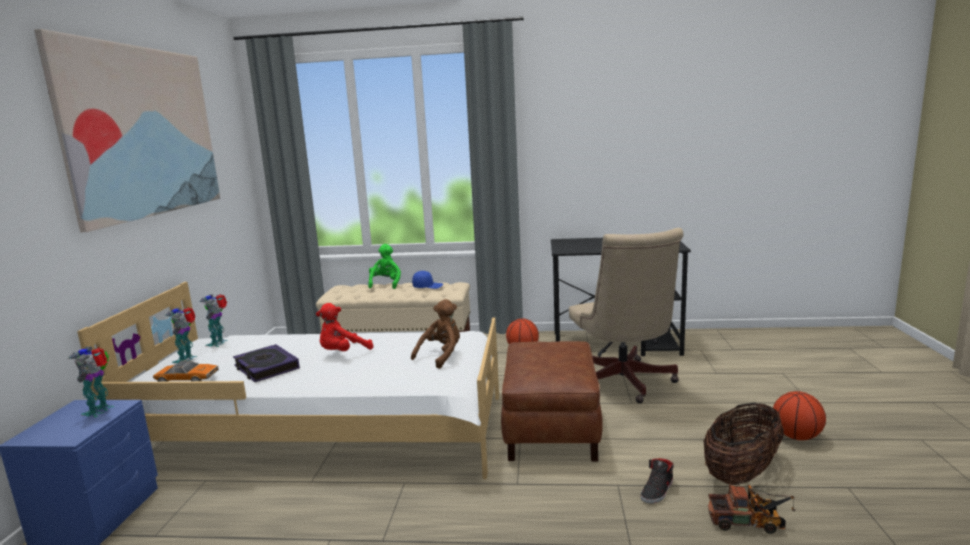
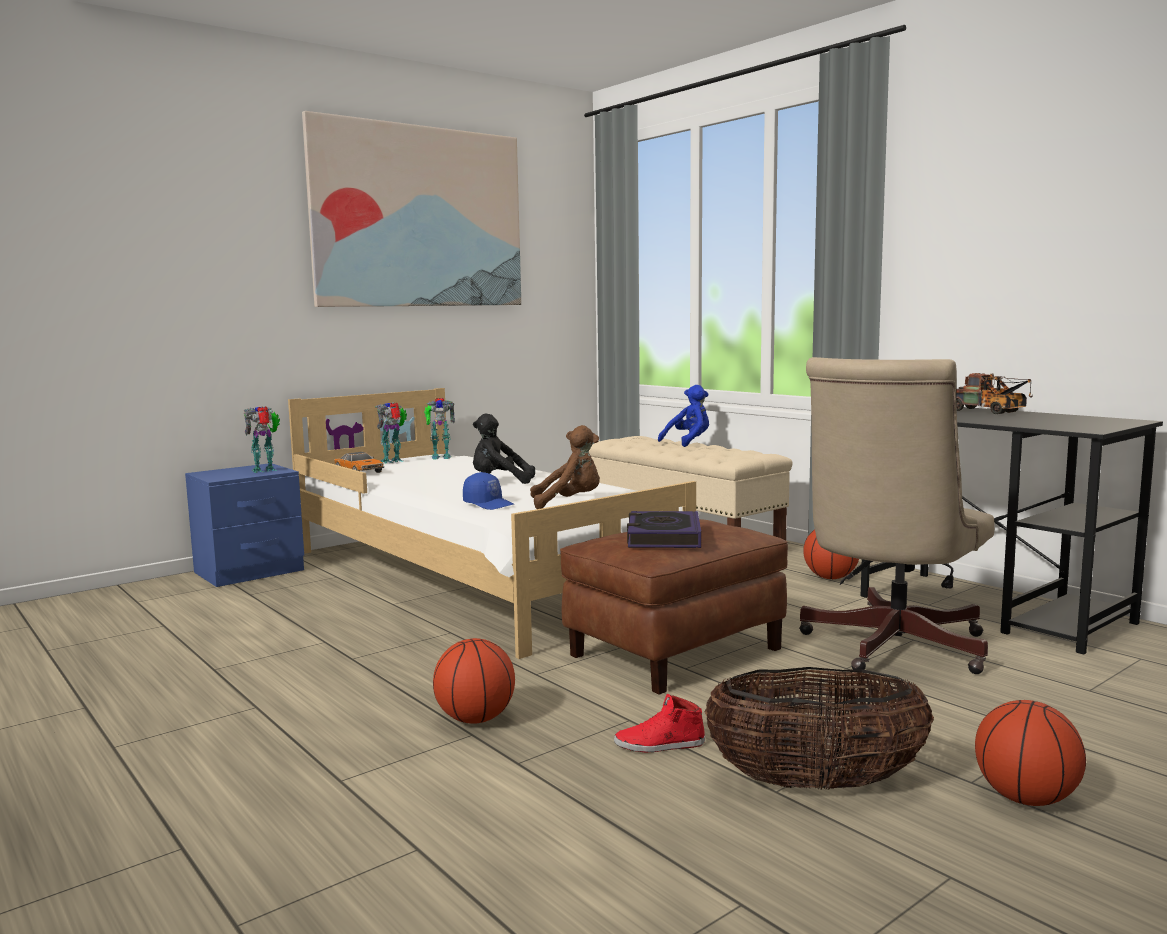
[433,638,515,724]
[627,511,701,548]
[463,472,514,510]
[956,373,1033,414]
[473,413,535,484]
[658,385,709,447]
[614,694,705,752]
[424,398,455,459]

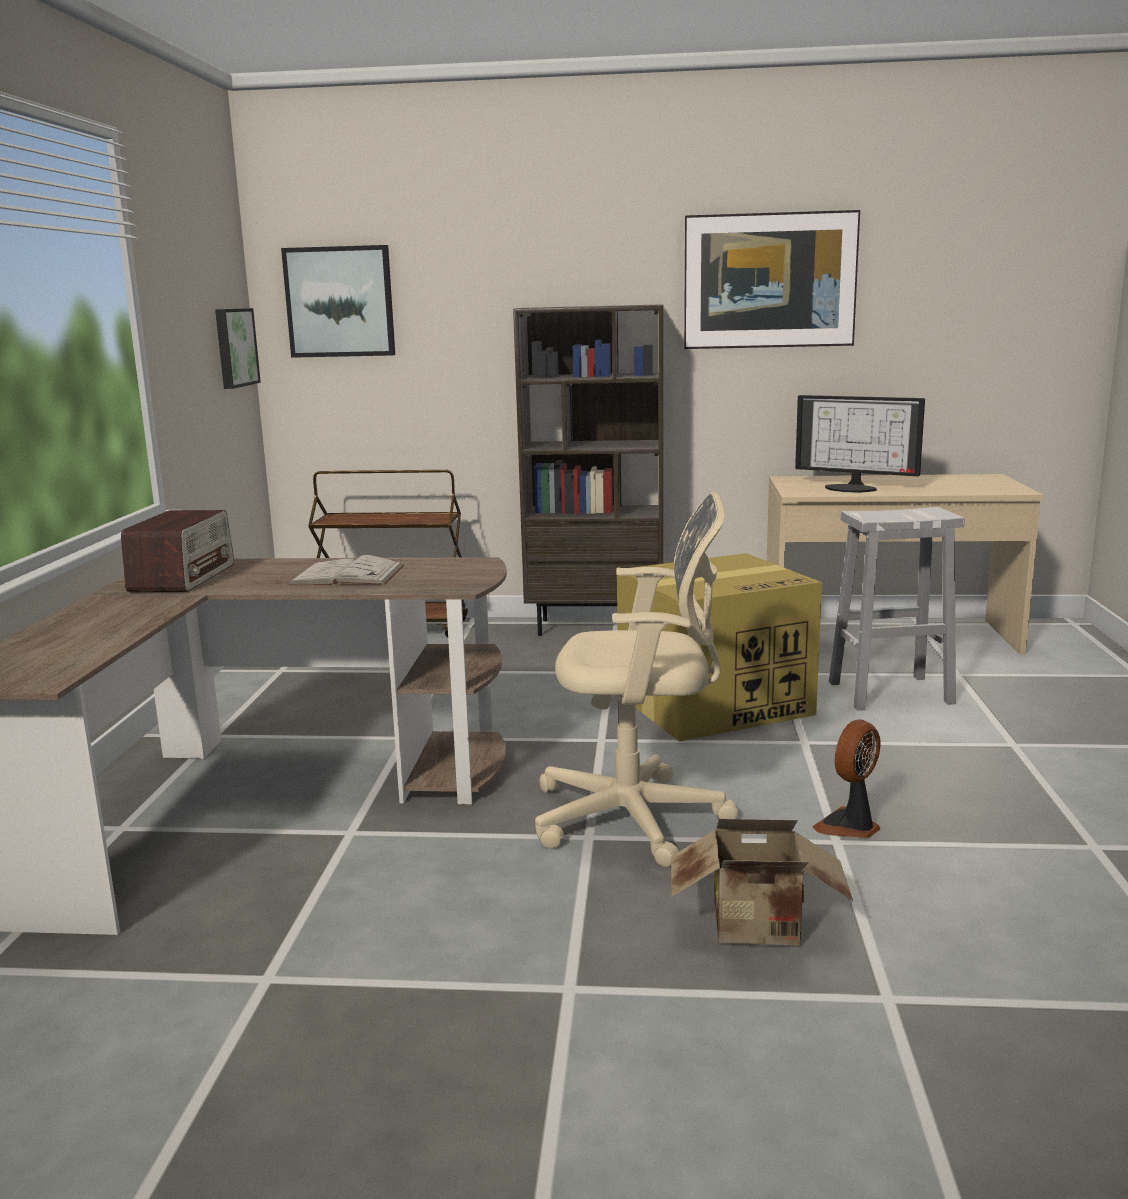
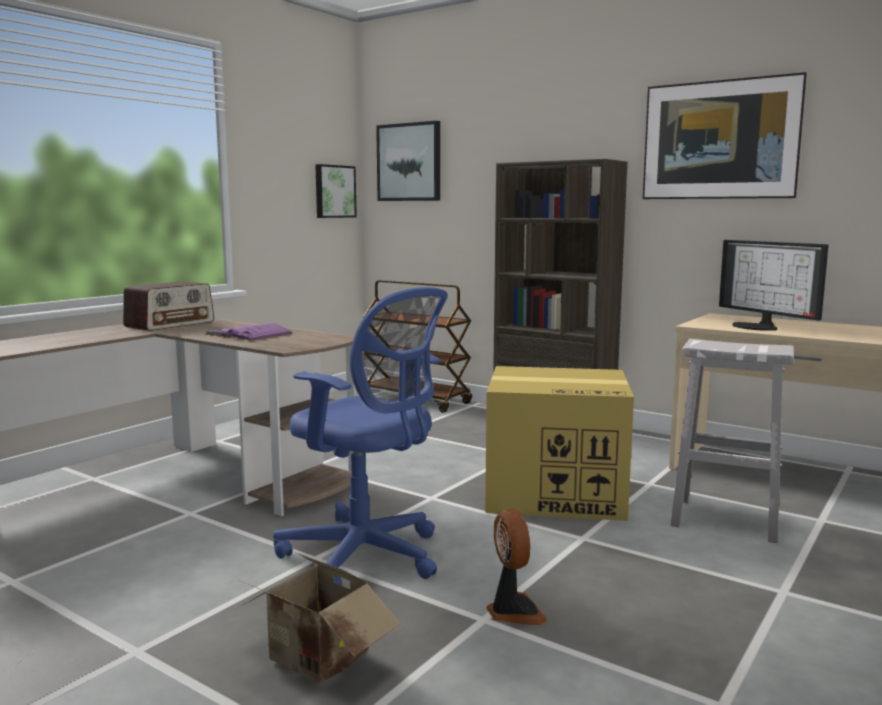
[205,323,293,341]
[273,287,448,586]
[486,509,548,625]

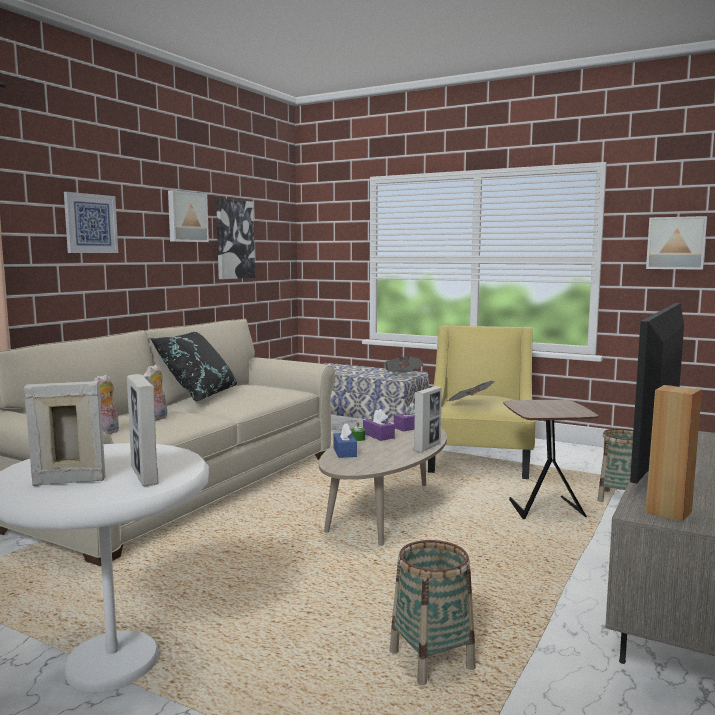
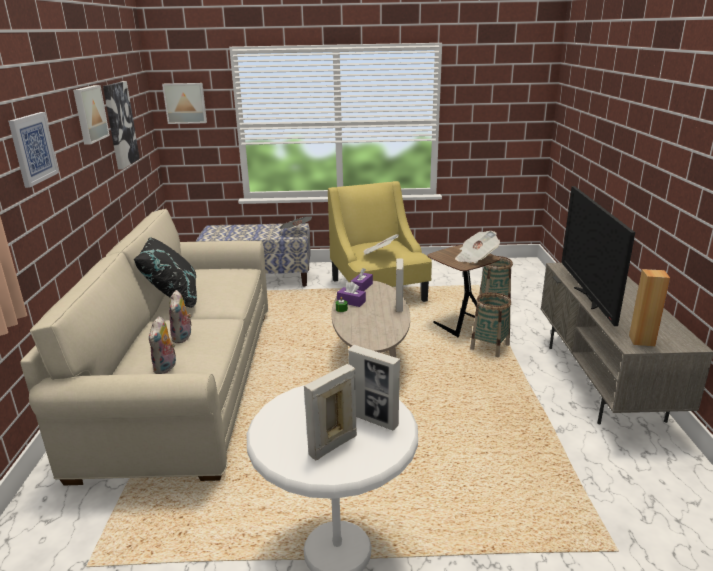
[333,423,357,458] (first image)
[455,231,500,263]
[470,292,511,357]
[162,83,207,124]

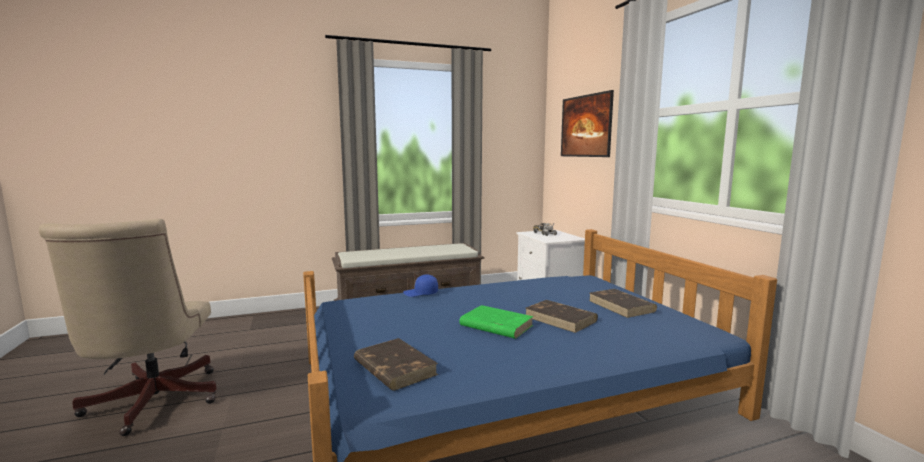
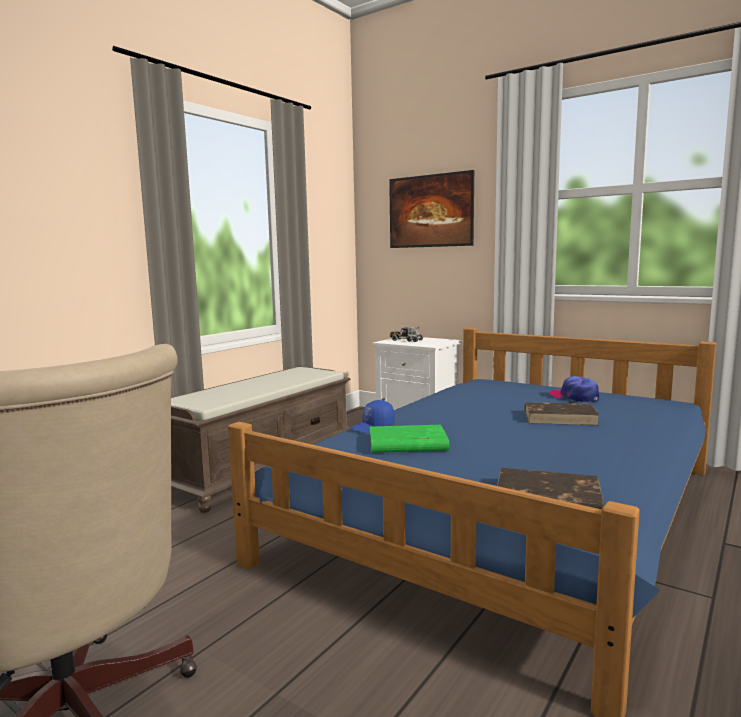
[370,425,449,453]
[550,376,599,402]

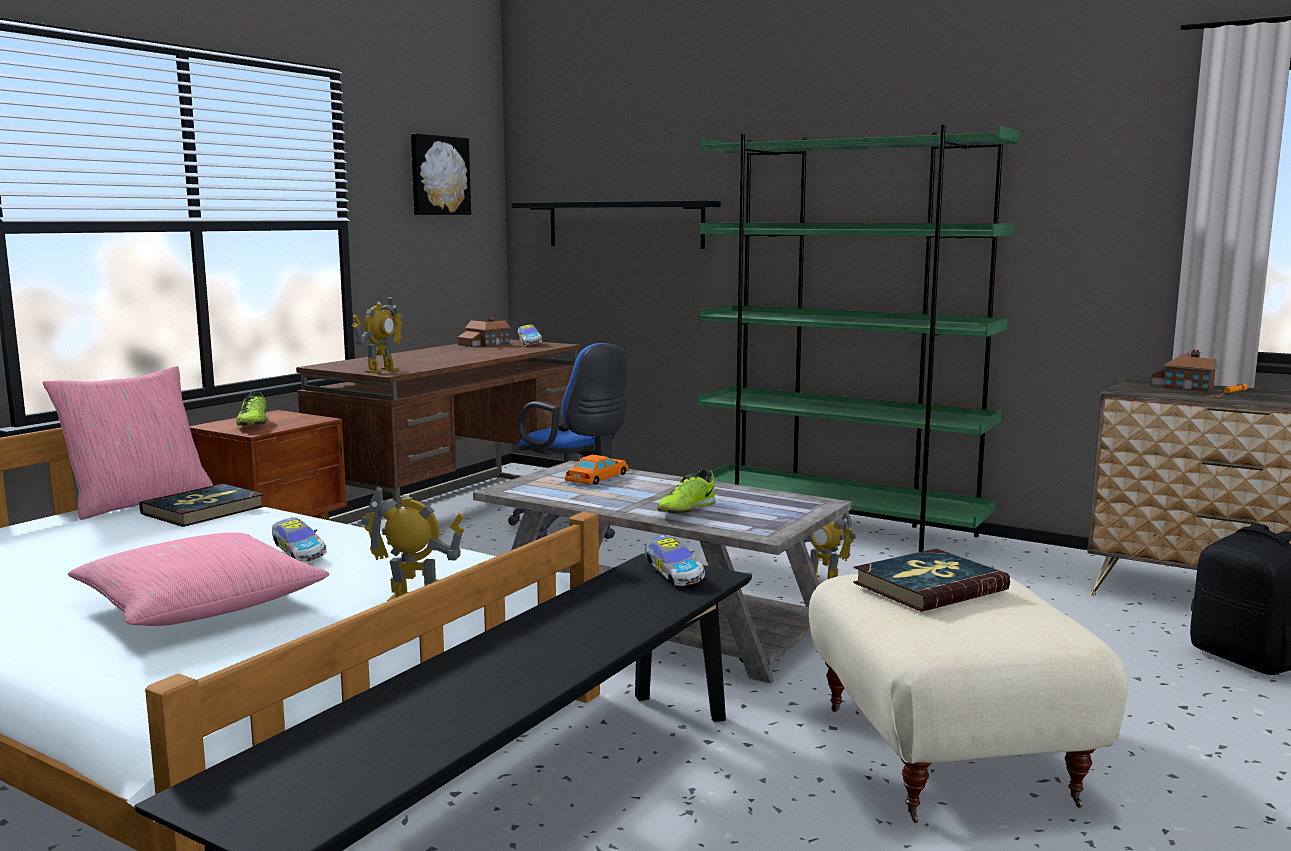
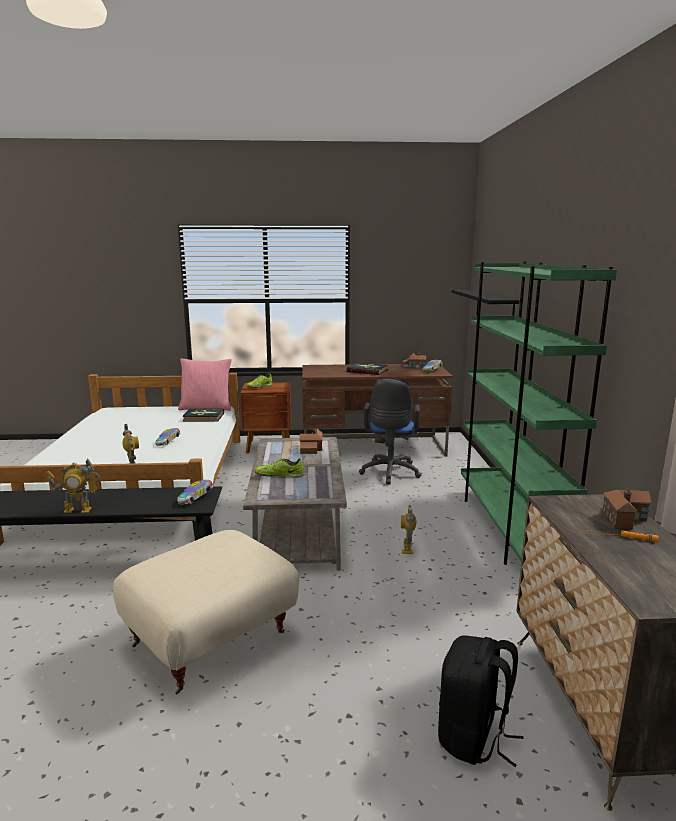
[68,533,329,626] (first image)
[411,133,471,215] (first image)
[46,459,100,513]
[347,362,388,375]
[300,428,323,454]

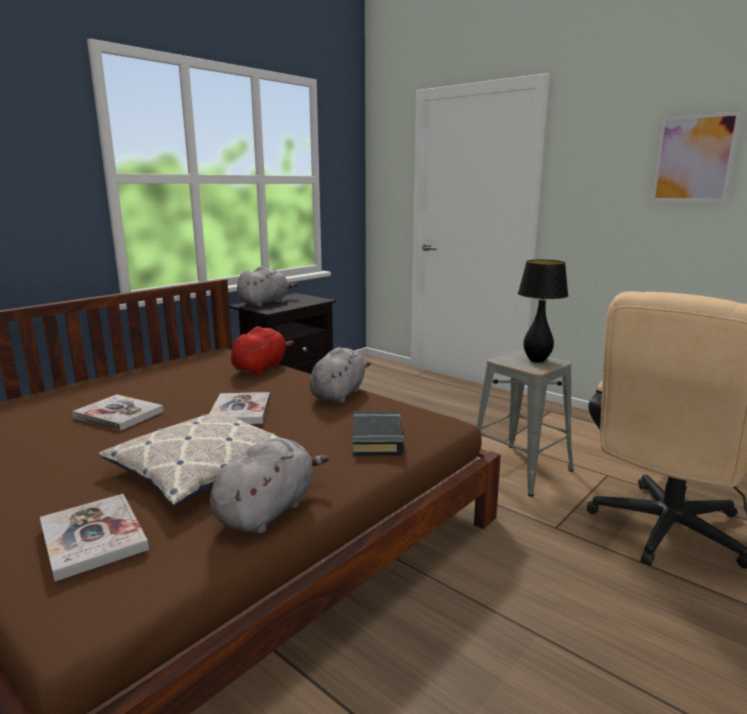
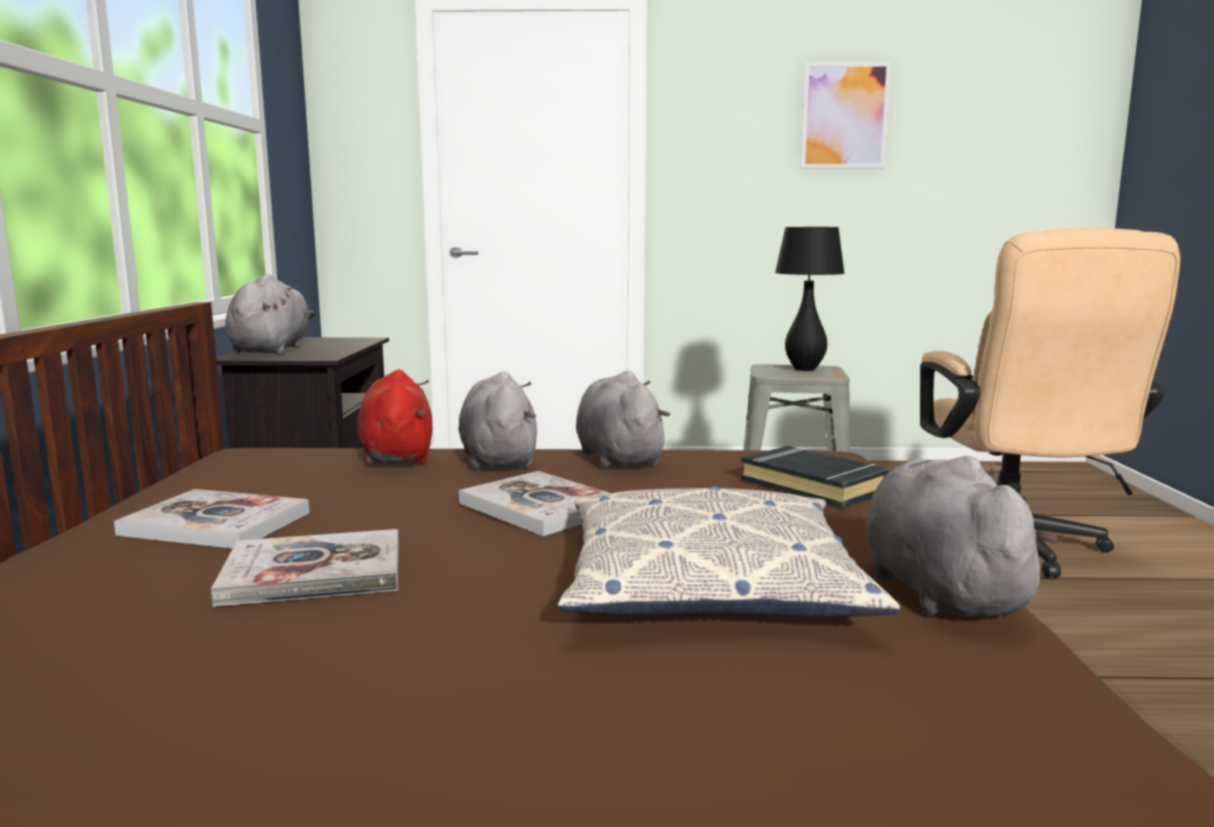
[459,371,537,469]
[114,489,310,549]

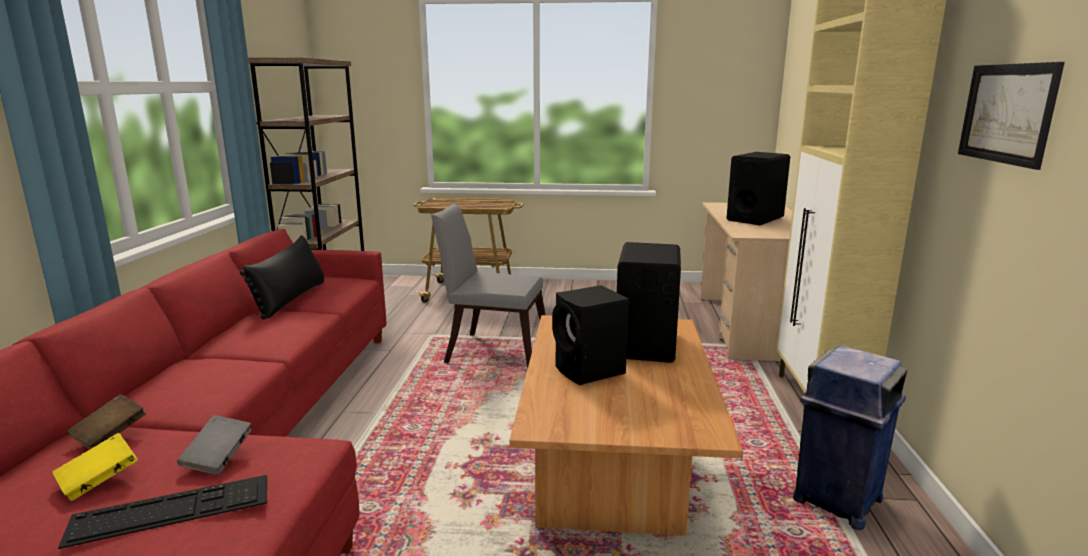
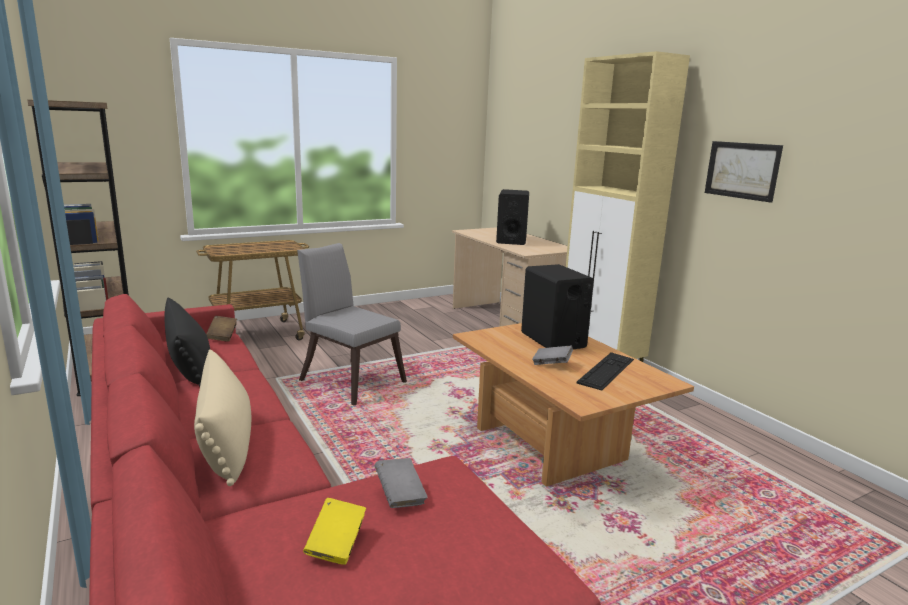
[793,345,907,530] (first image)
[194,349,251,486]
[577,352,634,390]
[206,316,237,342]
[532,345,573,365]
[297,243,407,406]

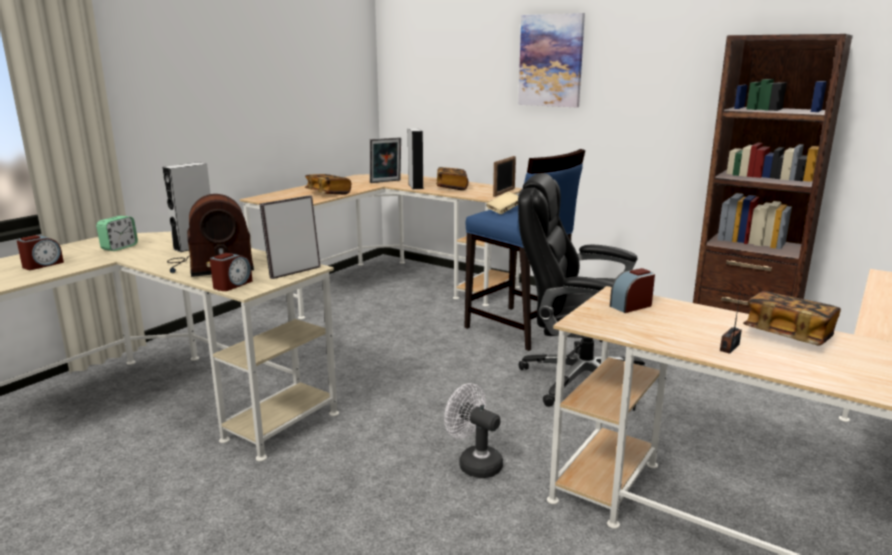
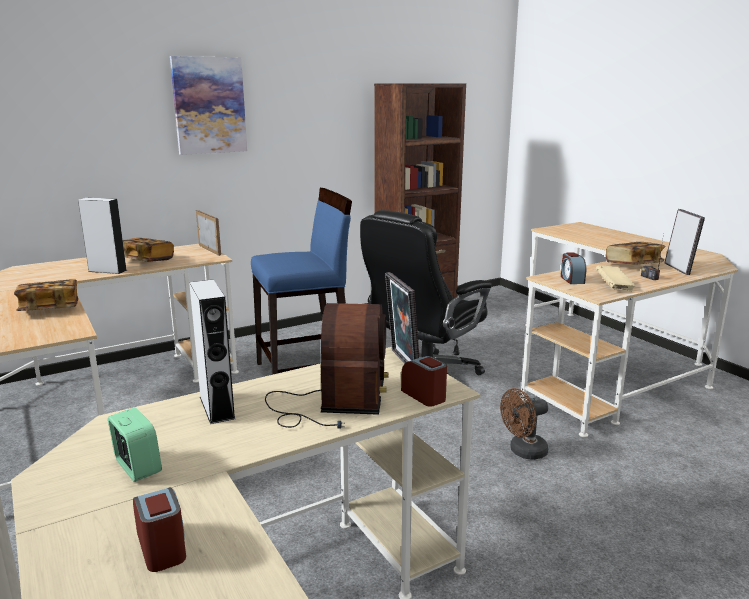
[665,209,705,275]
[596,265,635,291]
[500,388,548,460]

